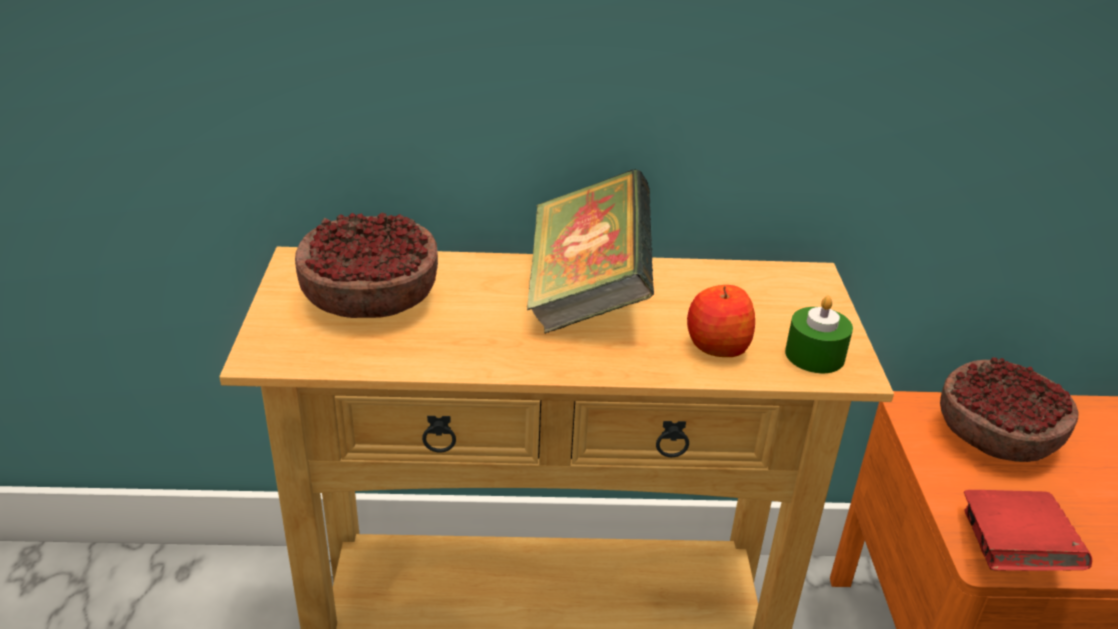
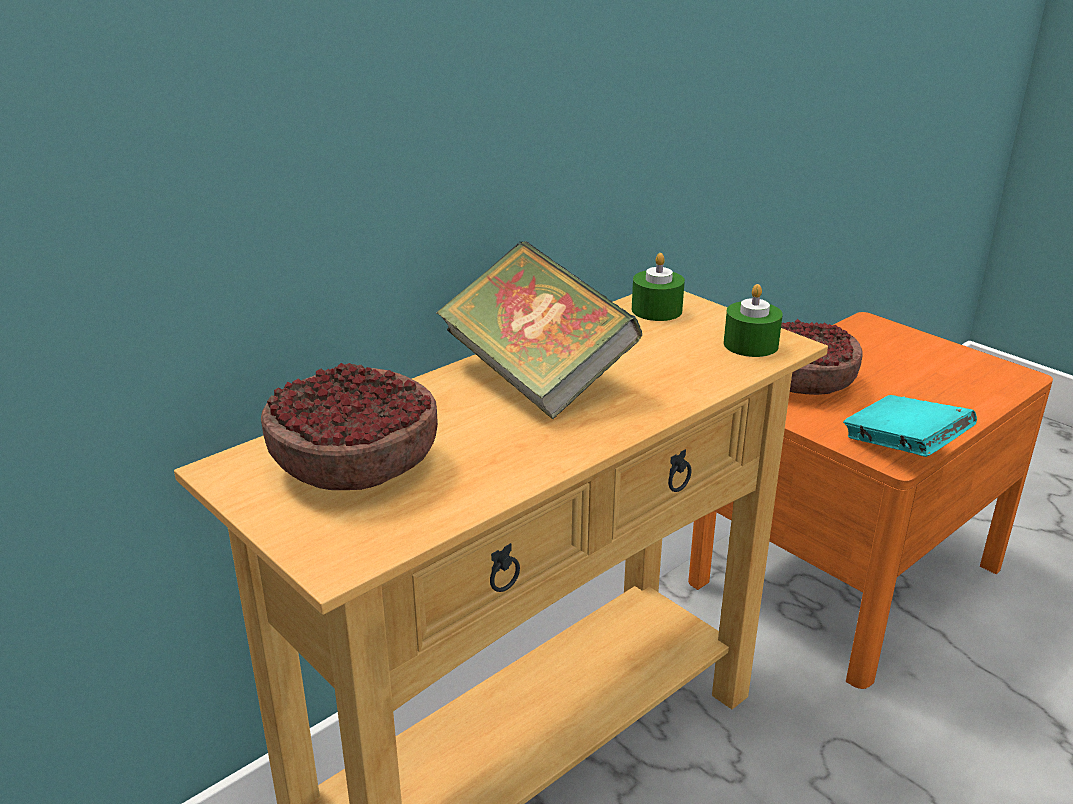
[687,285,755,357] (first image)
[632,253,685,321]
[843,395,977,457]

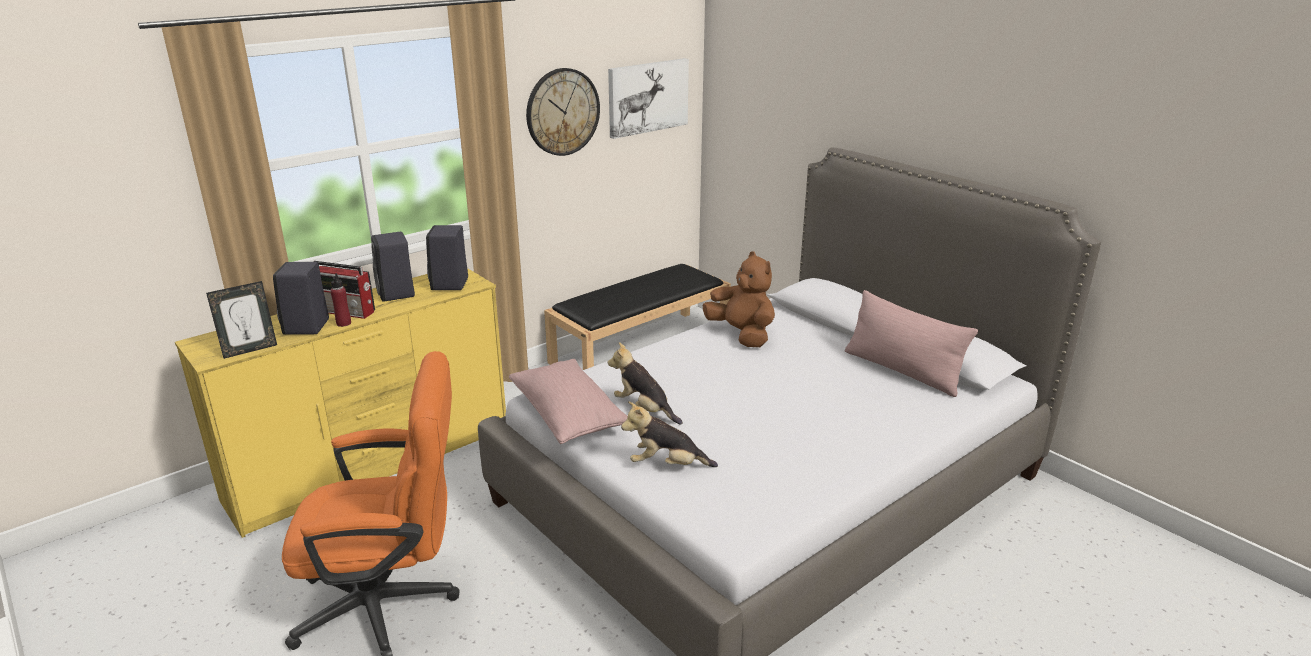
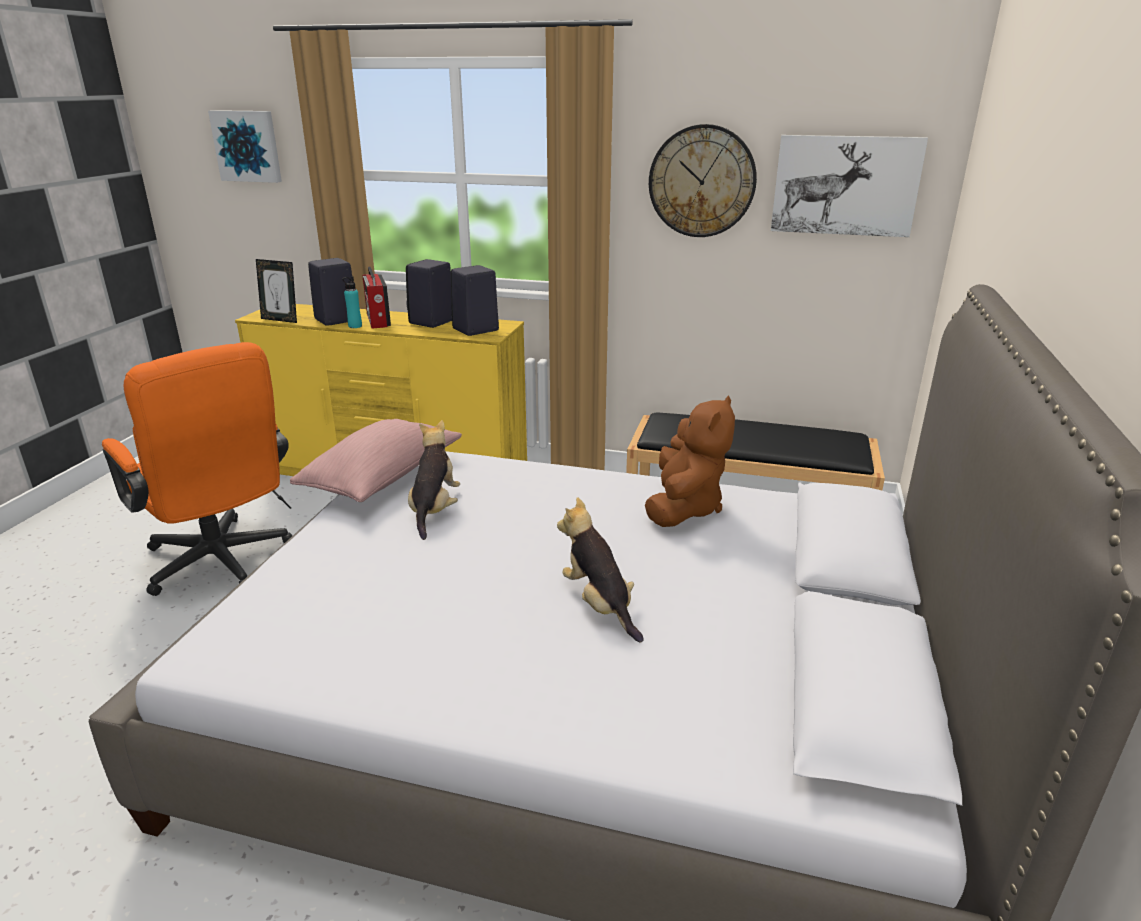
[845,290,978,397] (first image)
[208,110,282,183]
[557,497,644,642]
[342,276,362,328]

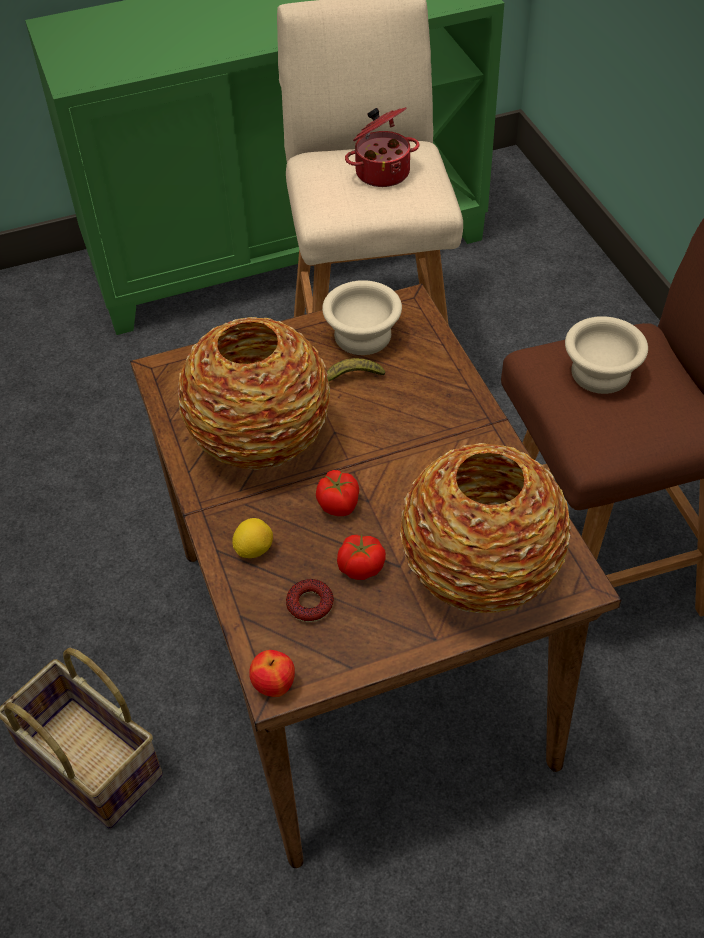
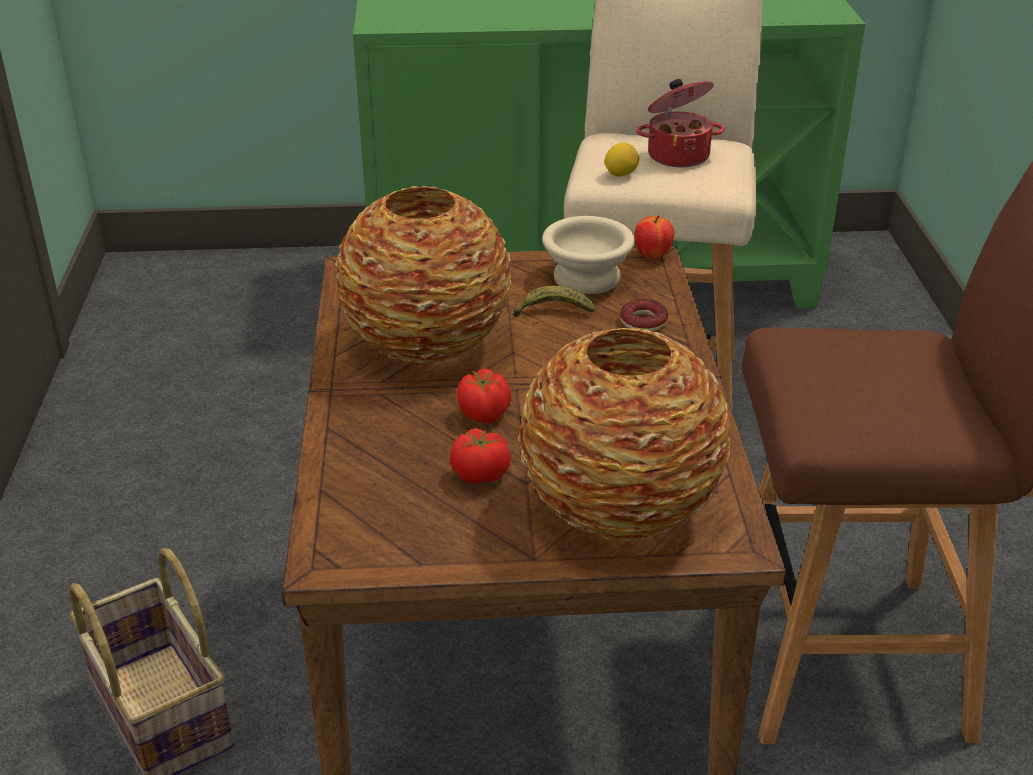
[565,316,648,394] (first image)
[604,142,639,176]
[634,215,674,260]
[620,299,668,332]

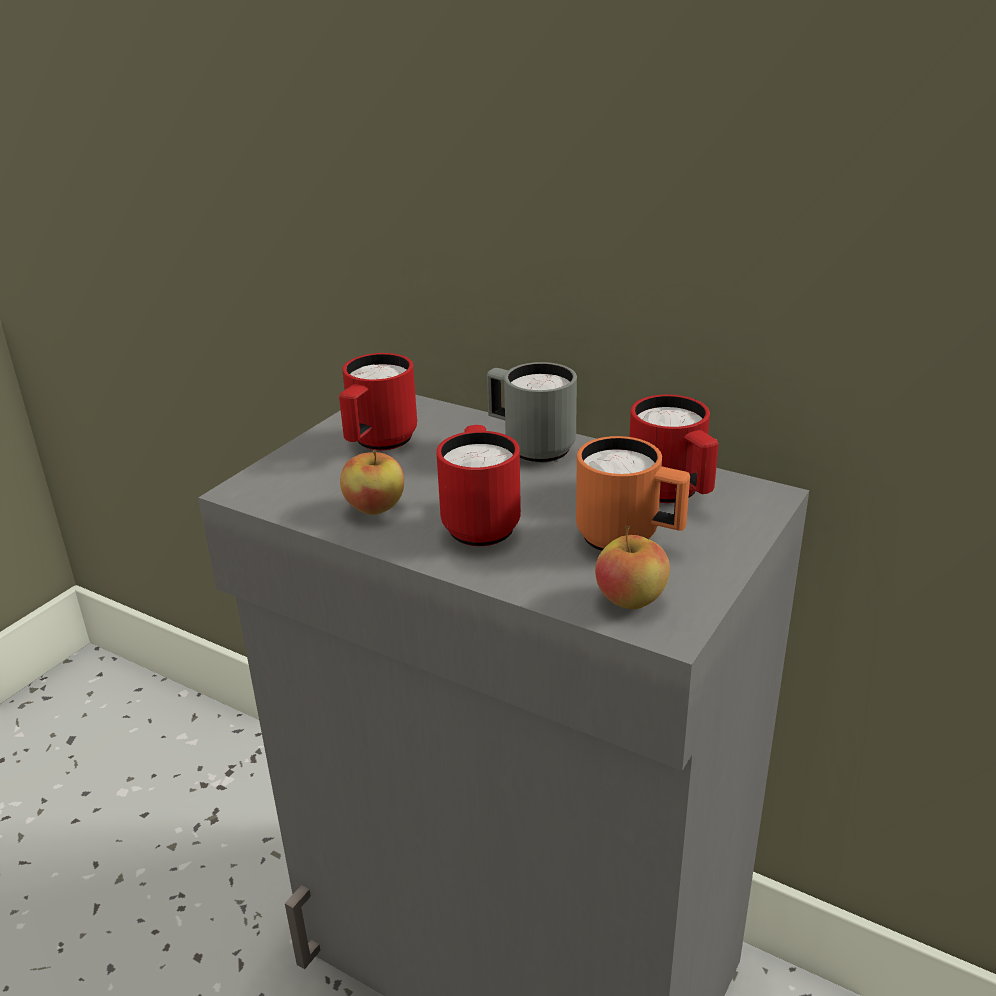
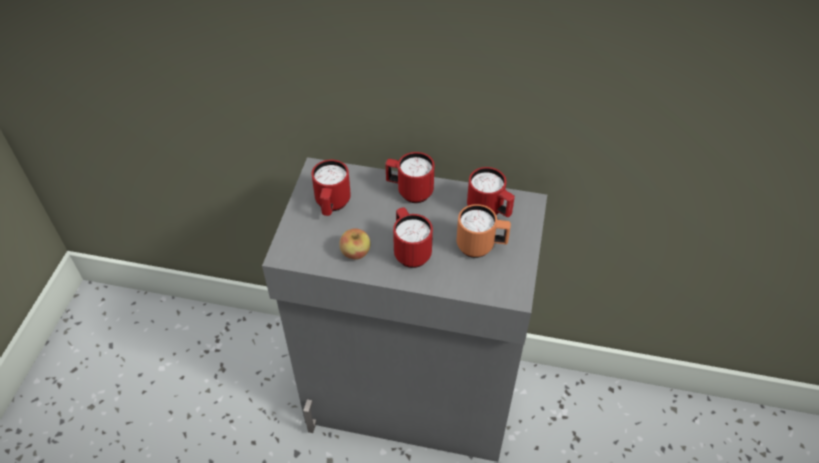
[595,525,670,609] (first image)
[386,152,435,203]

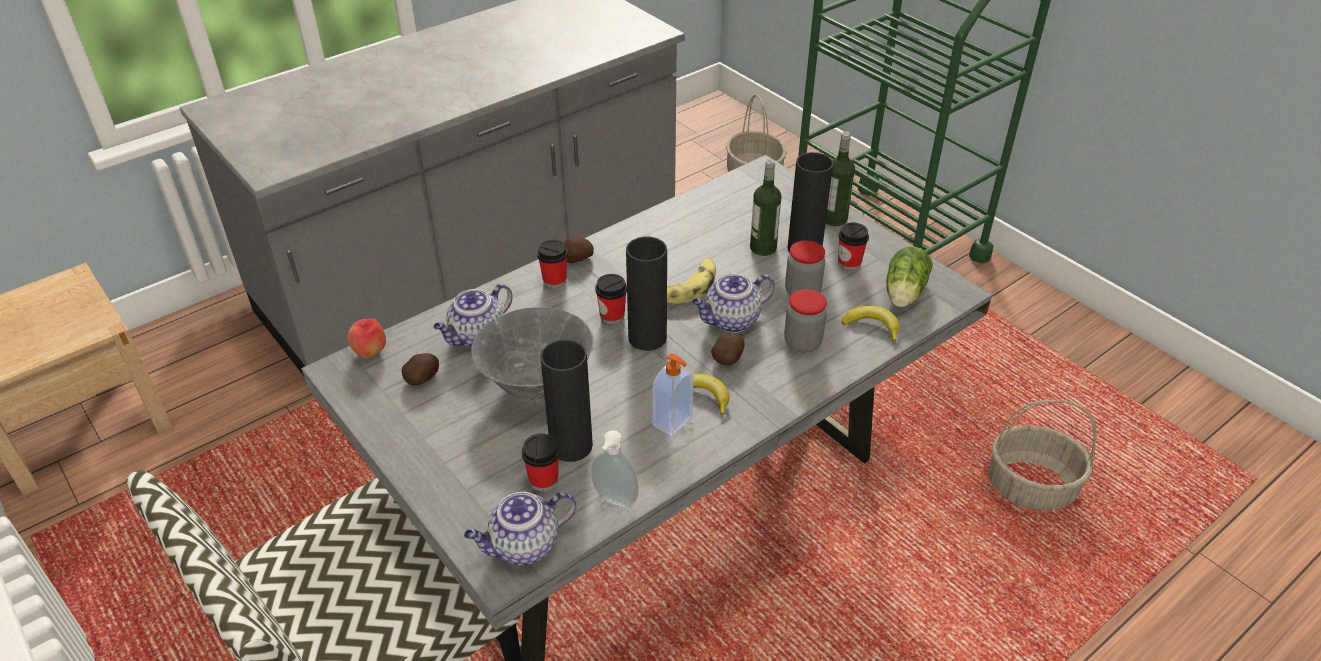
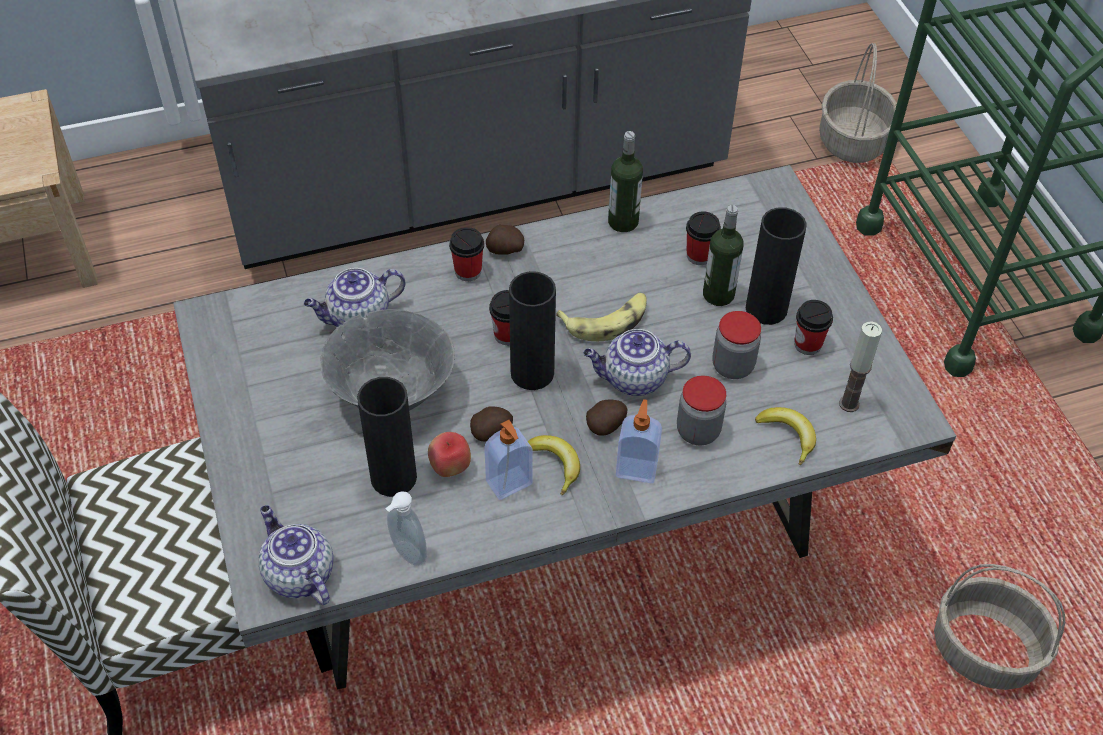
[616,399,662,483]
[428,432,471,477]
[470,406,513,441]
[686,212,721,265]
[608,131,643,232]
[839,321,882,412]
[259,505,334,605]

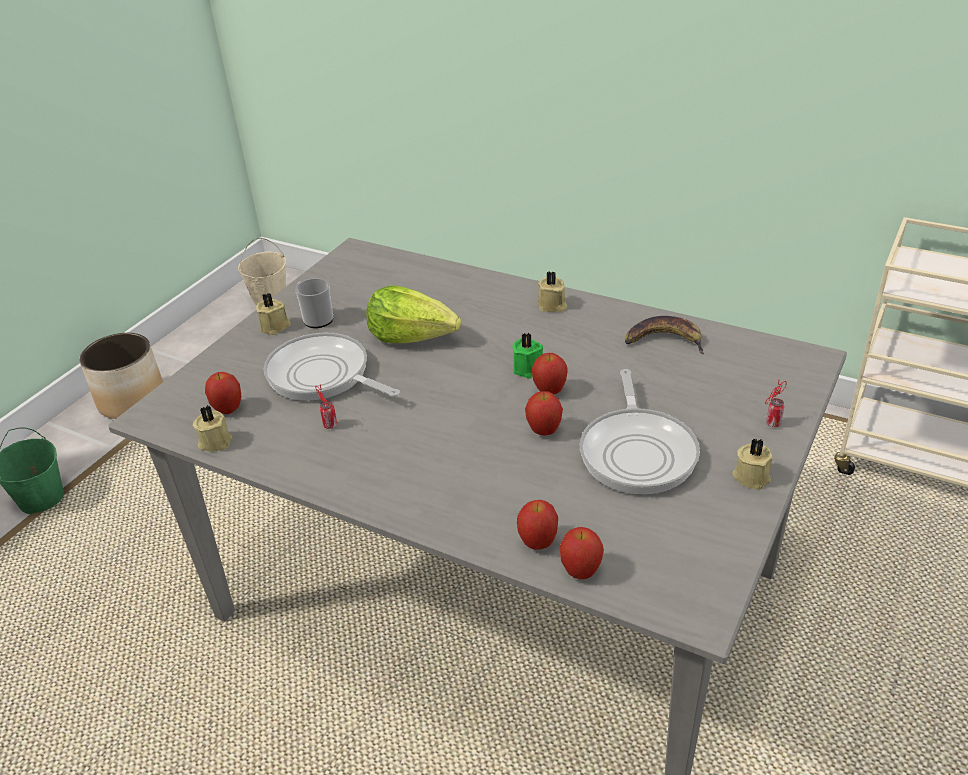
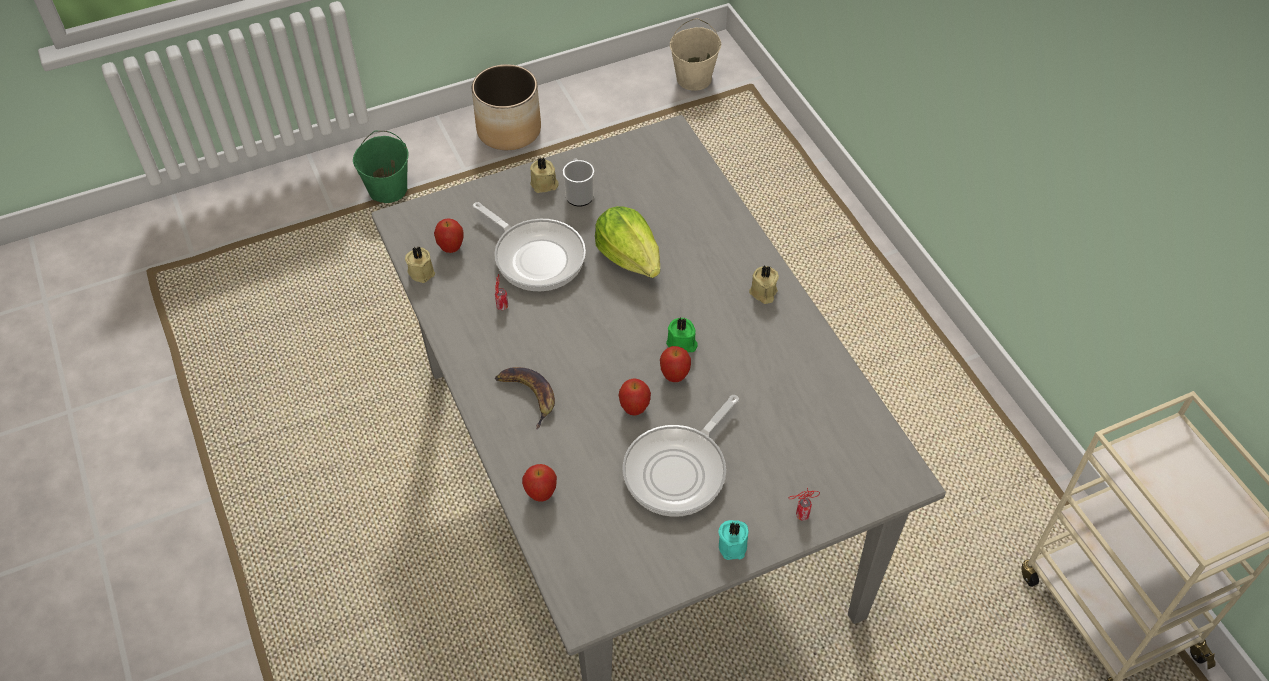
[560,527,604,579] (first image)
[495,367,555,429]
[718,520,748,560]
[473,202,586,291]

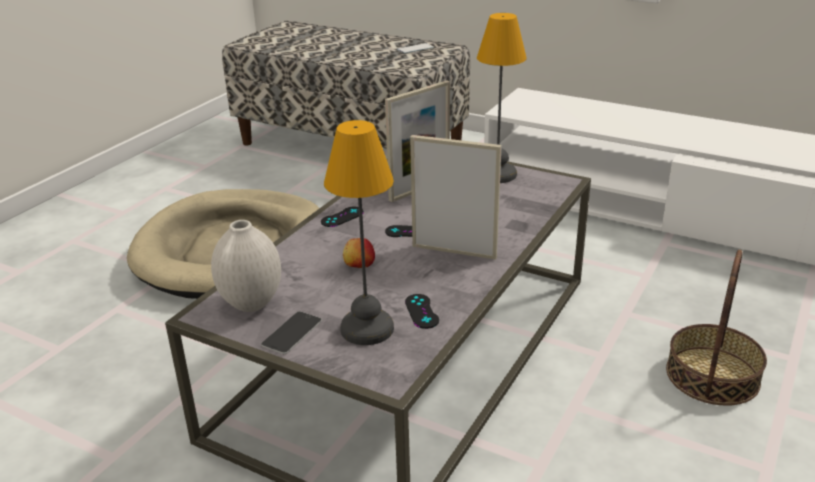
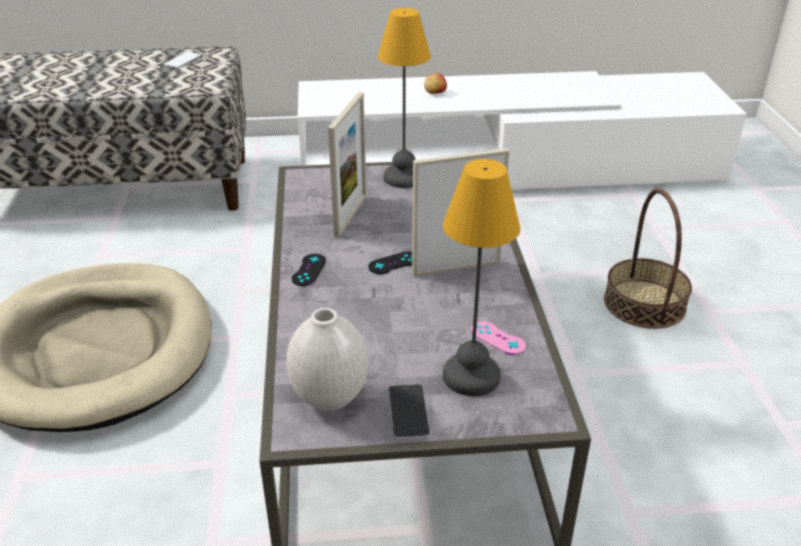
[424,73,447,94]
[471,321,526,355]

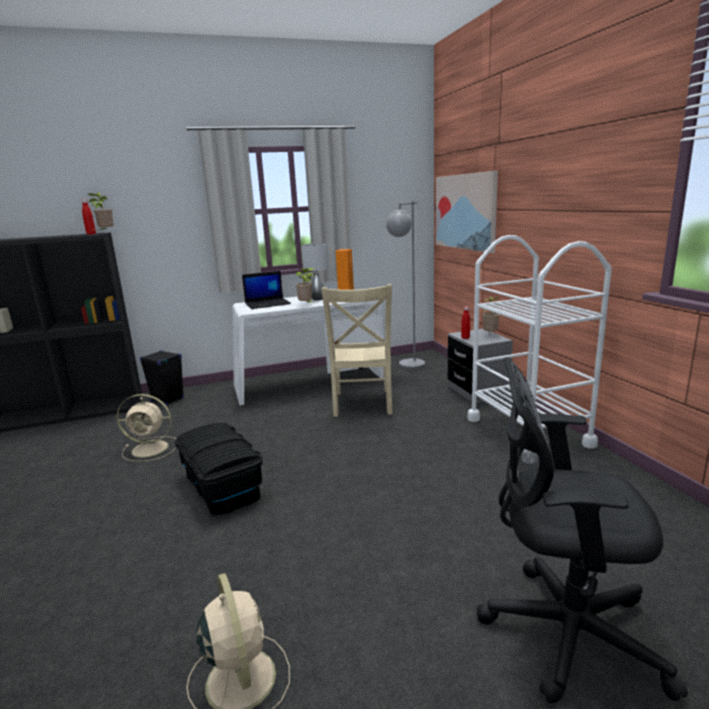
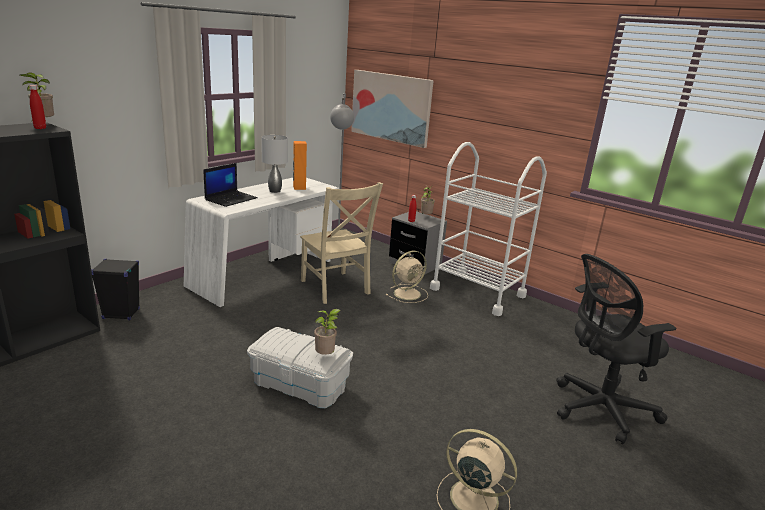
[386,251,428,303]
[314,309,341,355]
[247,327,353,408]

